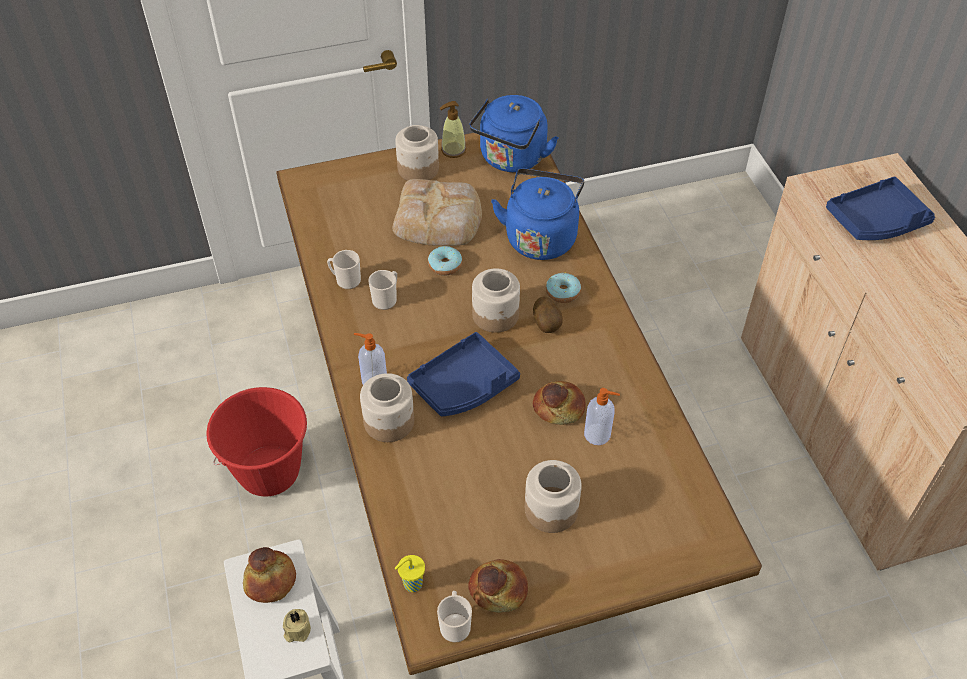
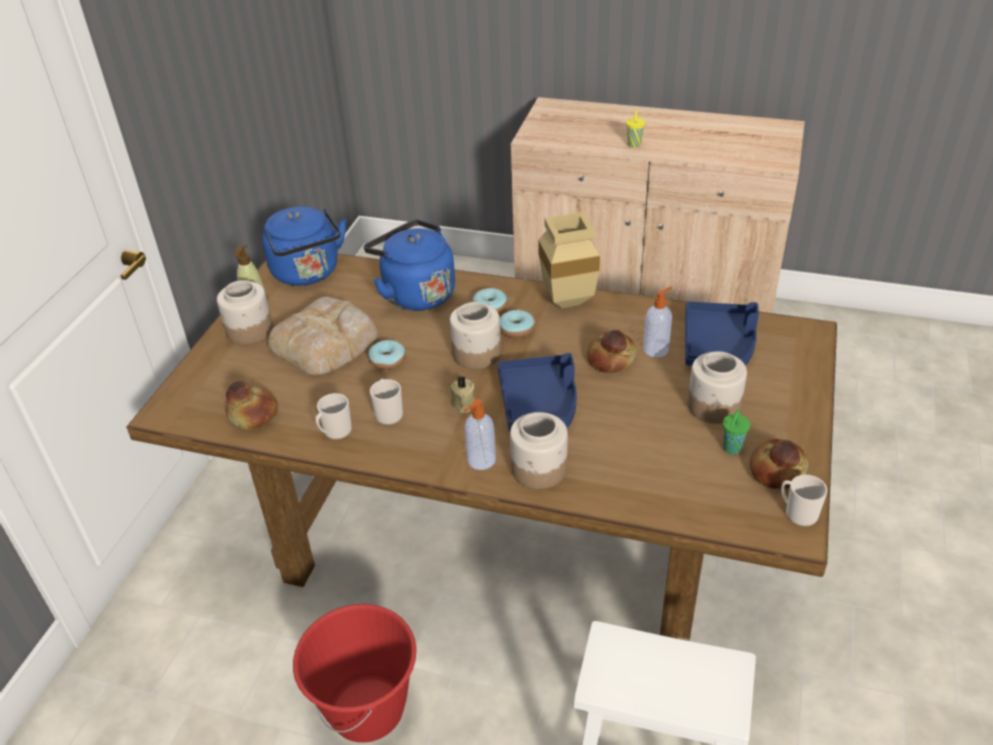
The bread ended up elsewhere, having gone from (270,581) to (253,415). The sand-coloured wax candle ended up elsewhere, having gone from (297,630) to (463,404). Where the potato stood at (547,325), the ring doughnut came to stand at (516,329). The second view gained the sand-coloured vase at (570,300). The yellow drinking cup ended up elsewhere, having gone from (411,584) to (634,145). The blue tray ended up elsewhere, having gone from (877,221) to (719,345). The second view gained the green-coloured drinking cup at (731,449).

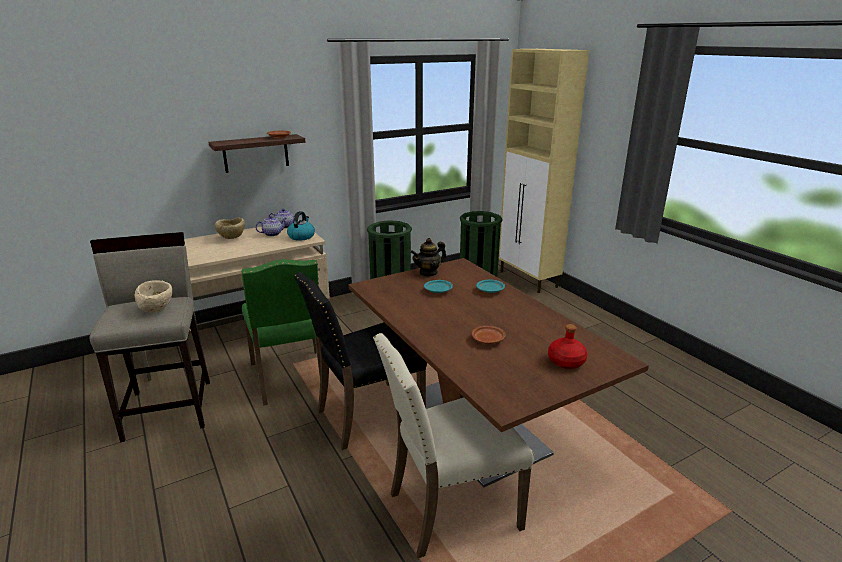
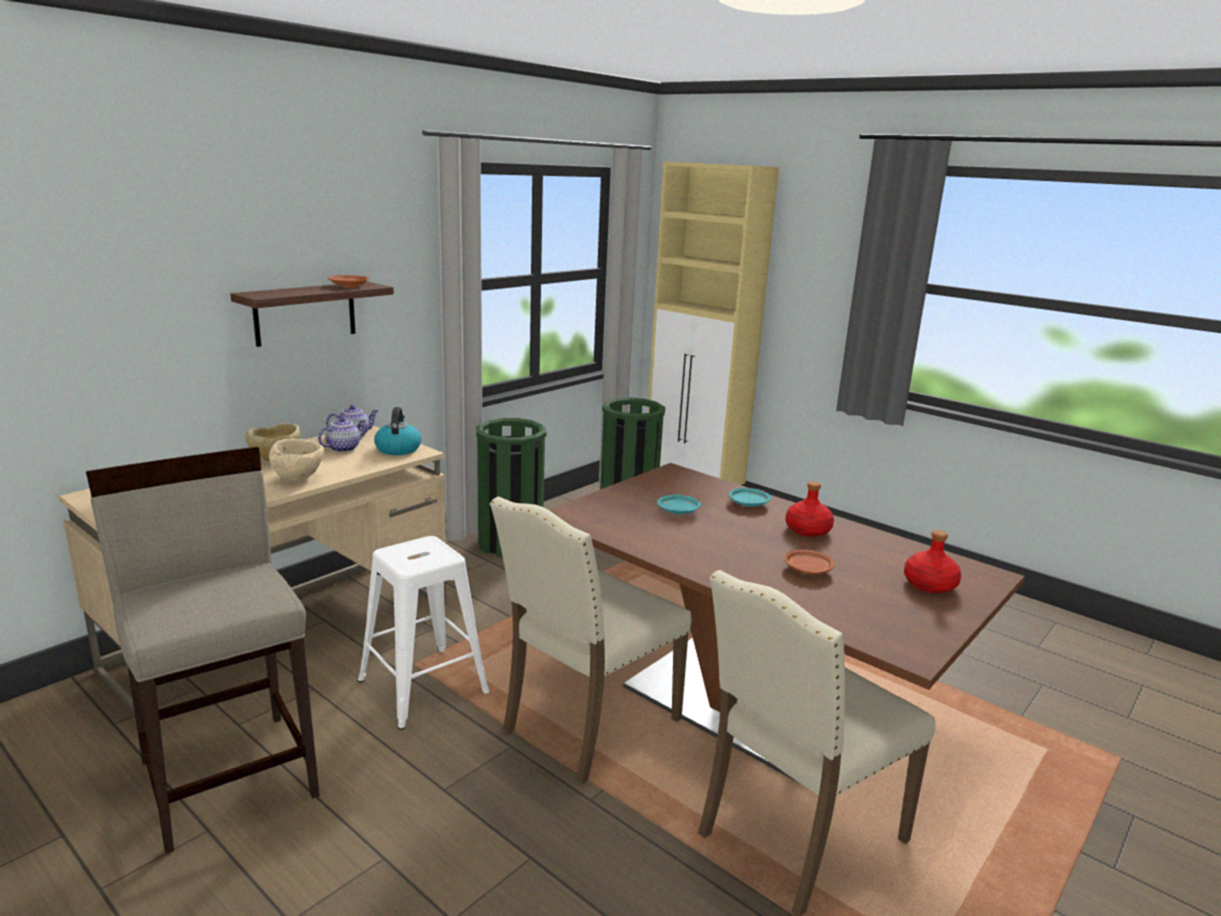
The sand-coloured deep dish ended up elsewhere, having gone from (157,309) to (299,478). Where the green-coloured upright chair stood at (290,378), the white stool seat came to stand at (422,687). What was the blackish upright chair at (366,416) turned into the sand-coloured upright chair at (586,725). The second view gained the reddish beverage bottle at (808,530). The second view lost the tea pot at (428,273).

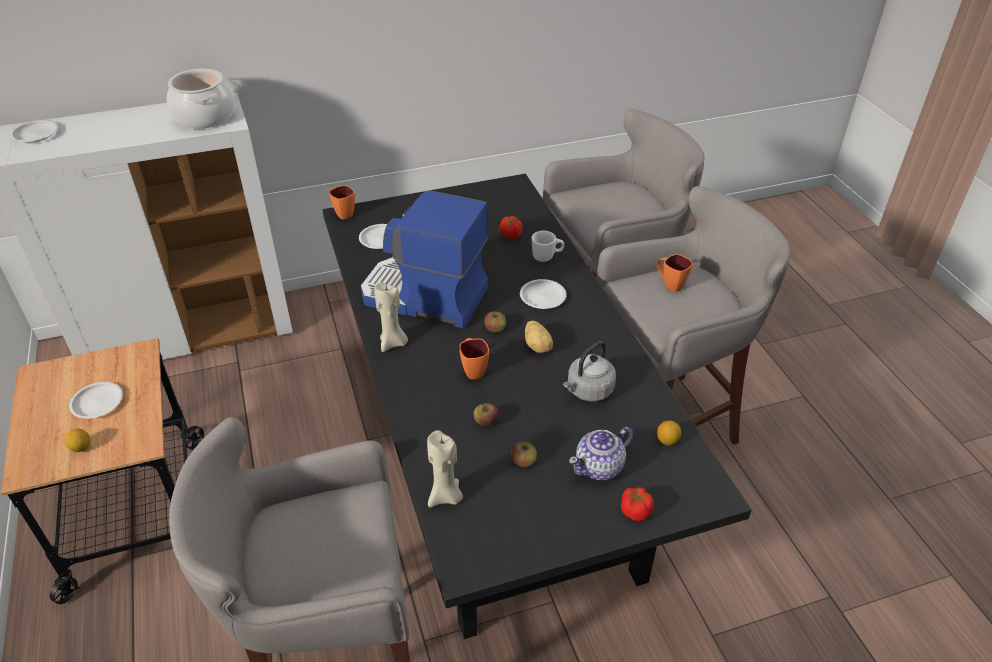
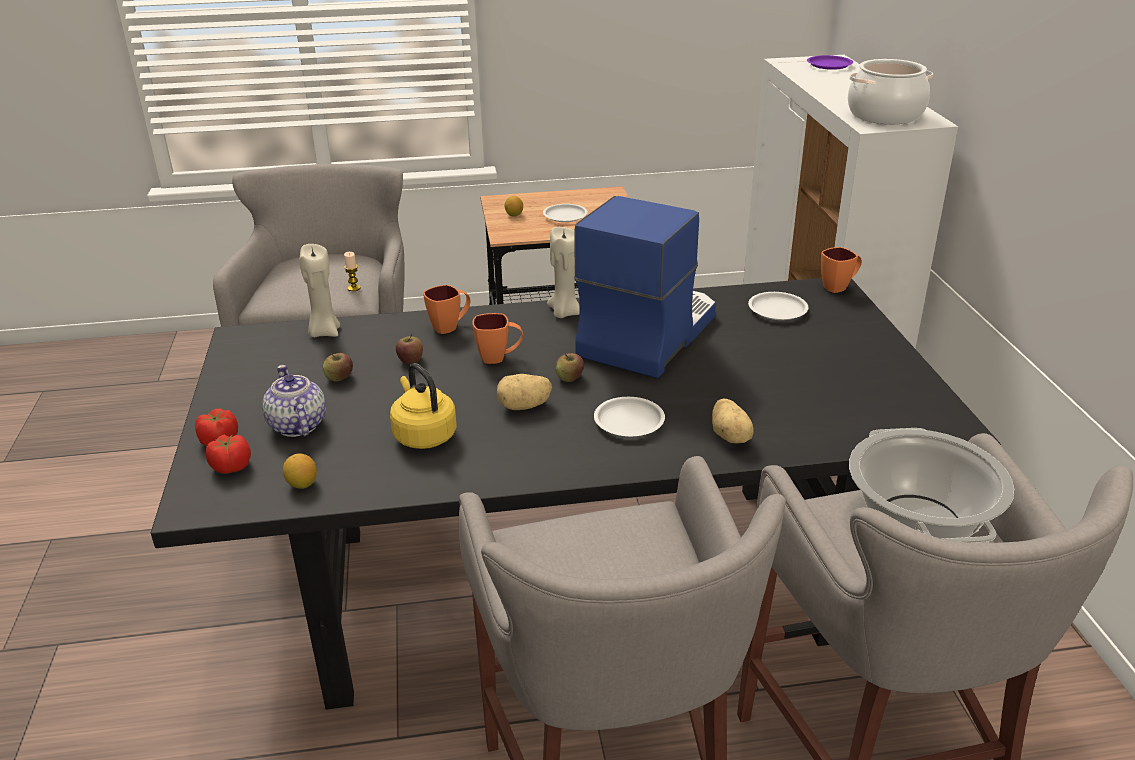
The fresh tomato ended up elsewhere, having gone from (510,235) to (231,467). The second view gained the wax candle at (354,288). What was the grey water kettle at (588,391) turned into the yellow water kettle at (423,435). The orange tea mug ended up elsewhere, having gone from (670,284) to (450,327). Where the white tea mug stood at (547,257), the potato came to stand at (731,436). What was the white plate at (35,134) turned into the purple-coloured plate at (828,65). The second view gained the saucepot at (918,521).

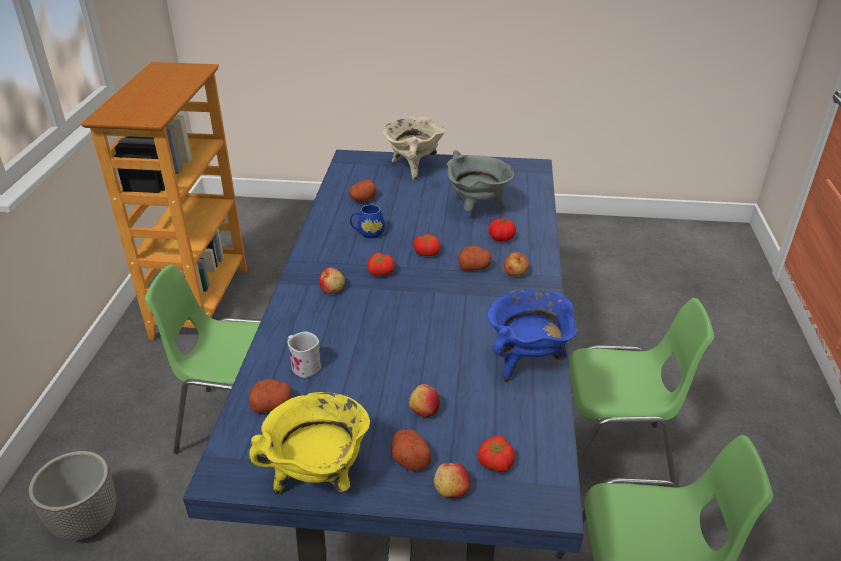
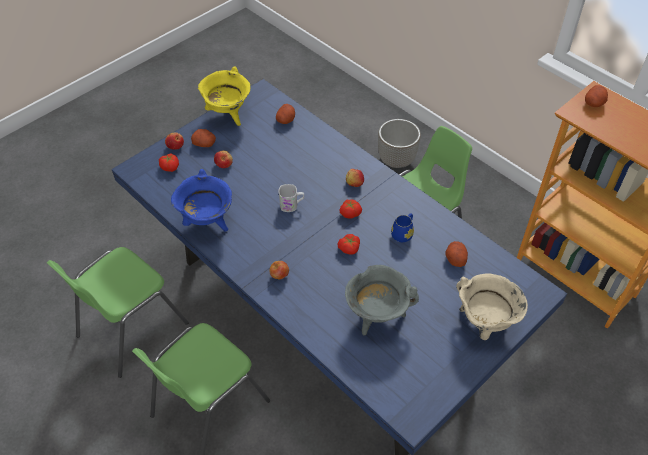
The white tea mug ended up elsewhere, having gone from (303,365) to (292,205). The potato ended up elsewhere, having gone from (474,267) to (594,103). The second view lost the fresh tomato at (501,238).

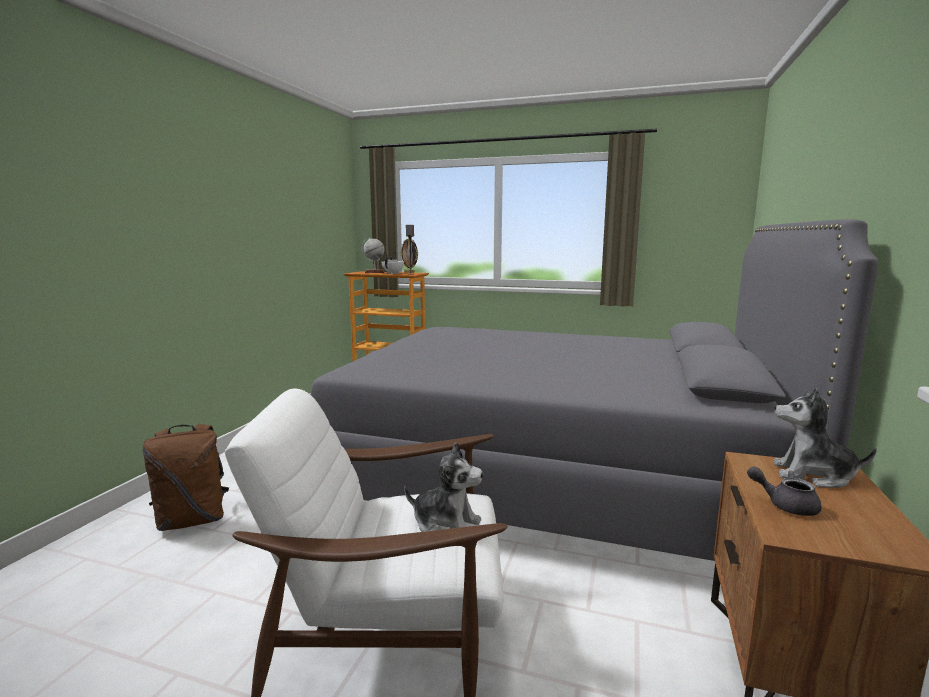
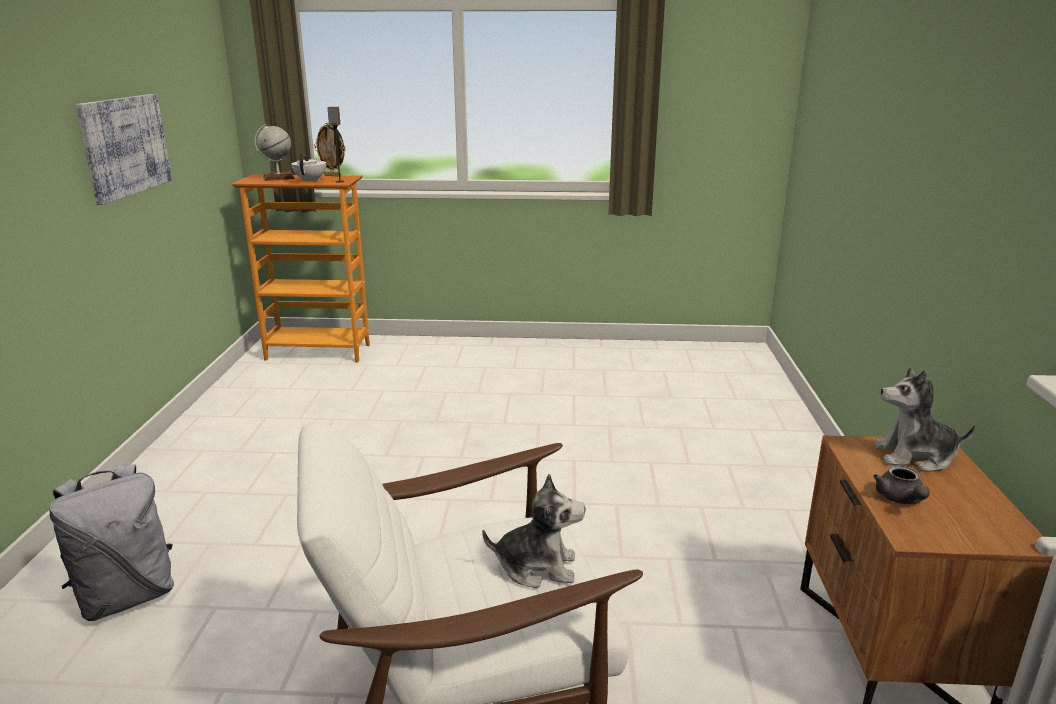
What was the brown-coloured backpack at (192,520) turned into the grey backpack at (127,596). The second view gained the wall art at (125,146). The grey tea pot at (785,505) ended up facing another way, 105 degrees counterclockwise from before. The second view lost the grey sleeping bed at (547,475).

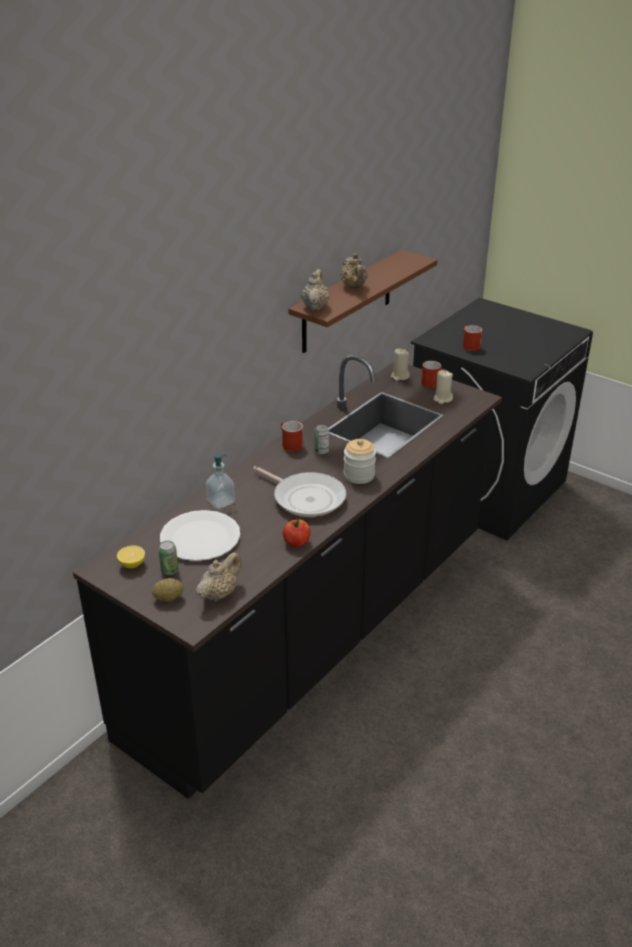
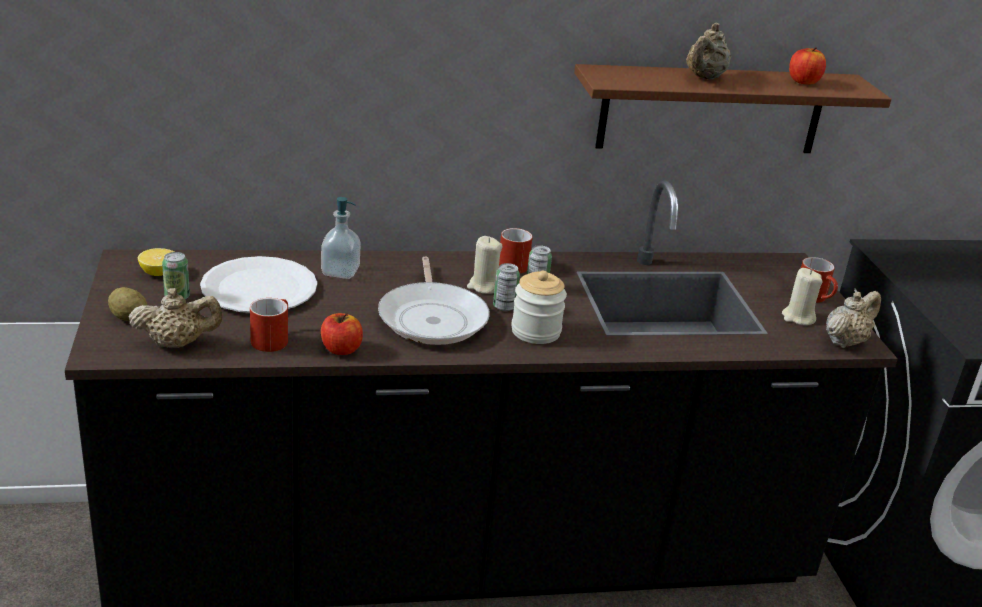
The reddish tea mug ended up elsewhere, having gone from (468,345) to (272,338). The sand-coloured wax candle ended up elsewhere, having gone from (400,376) to (484,286). The second view gained the metal can at (504,306). The second view gained the apple fruit at (803,82). The sand-coloured tea pot ended up elsewhere, having gone from (315,306) to (845,341).

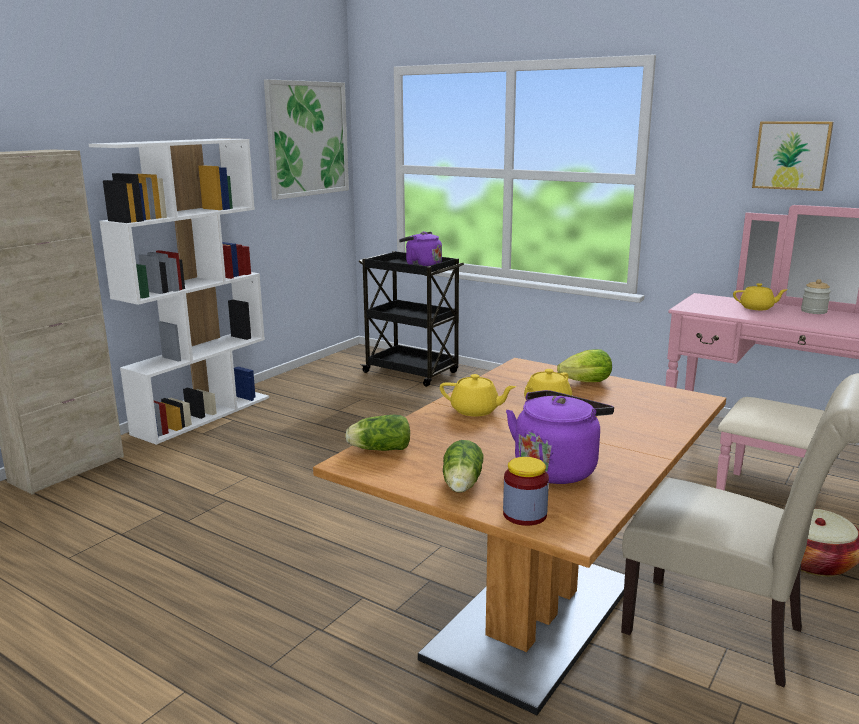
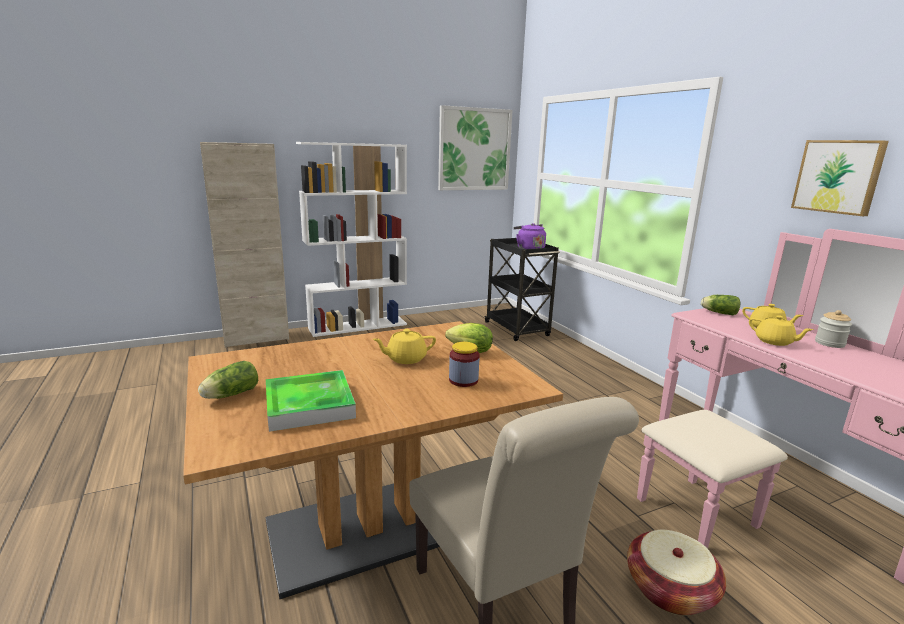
Where the purple-coloured water kettle stood at (557,468), the tray came to stand at (309,405). The jar ended up elsewhere, having gone from (524,515) to (463,380). The lettuce ended up elsewhere, having gone from (378,449) to (718,313). The yellow tea pot ended up elsewhere, having gone from (475,411) to (774,342).

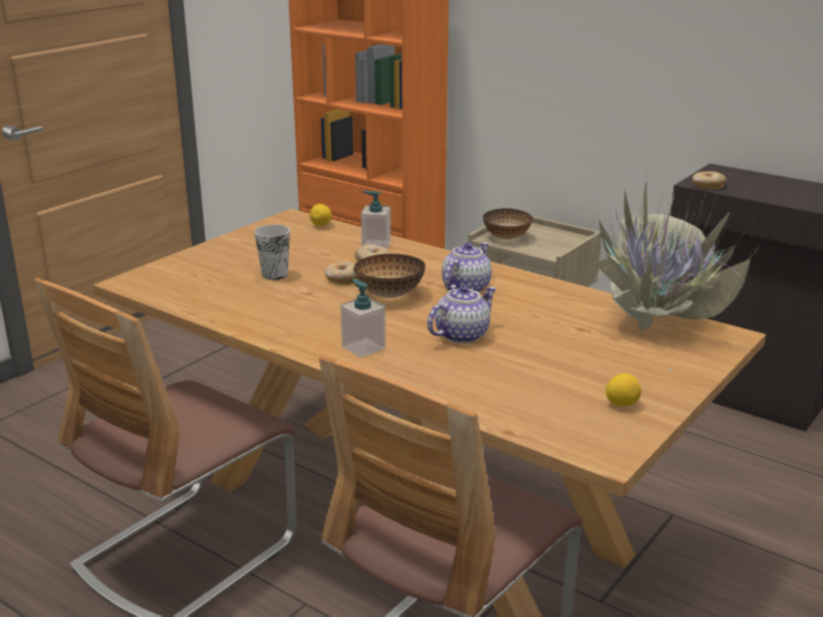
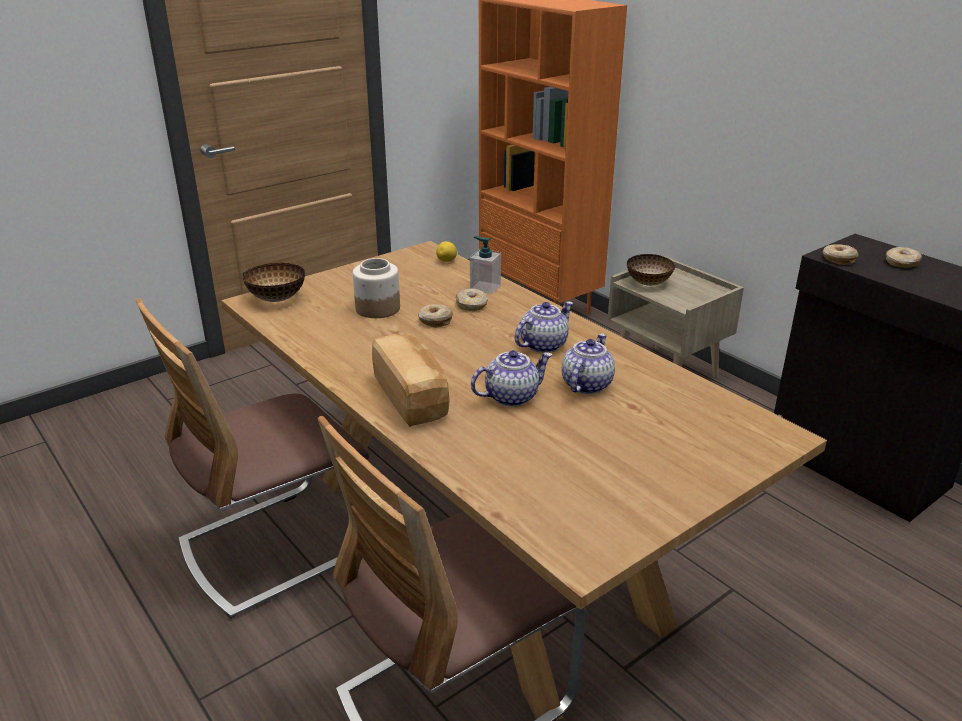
The deep dish ended up elsewhere, having gone from (390,294) to (278,298). Where the drinking cup stood at (274,275), the jar came to stand at (377,309). Where the soap bottle stood at (363,347), the bread came to stand at (412,397). The second view gained the tea pot at (586,384). The second view gained the ring doughnut at (901,263). The second view lost the plant in a pot at (657,330). The second view lost the whole lemon at (622,404).

